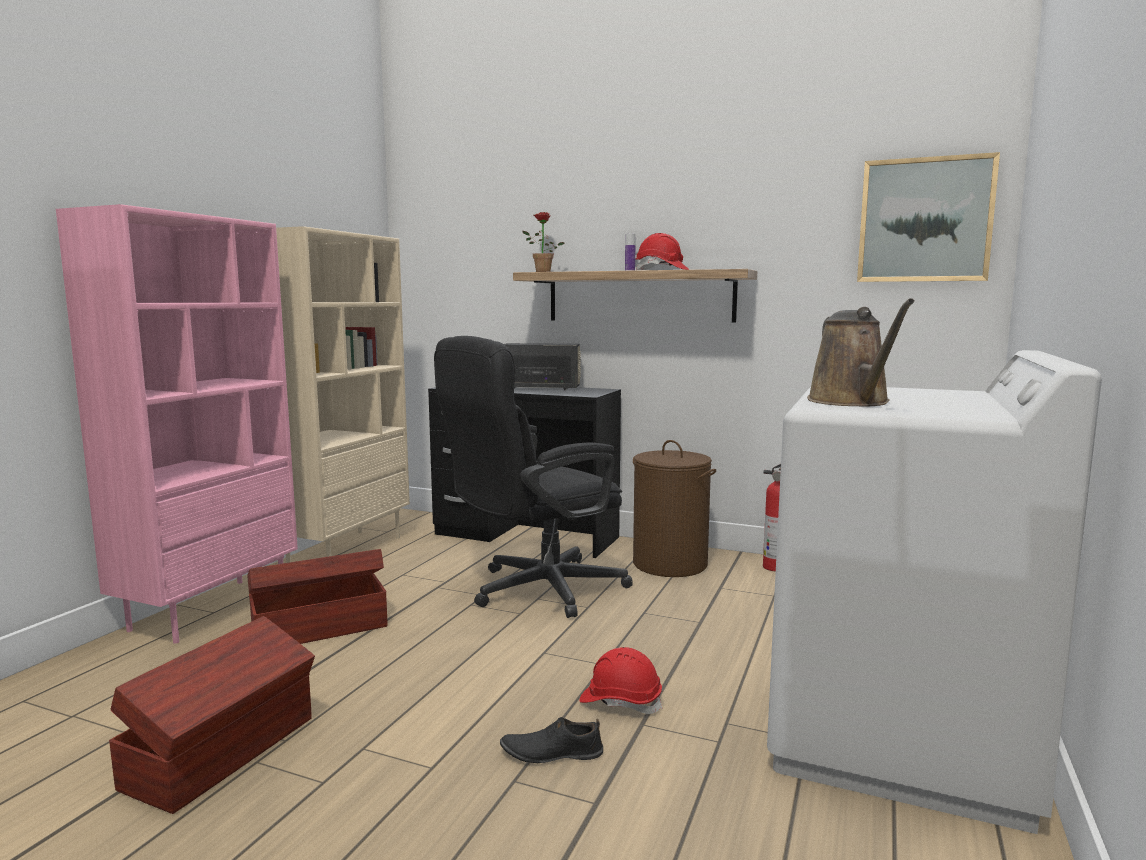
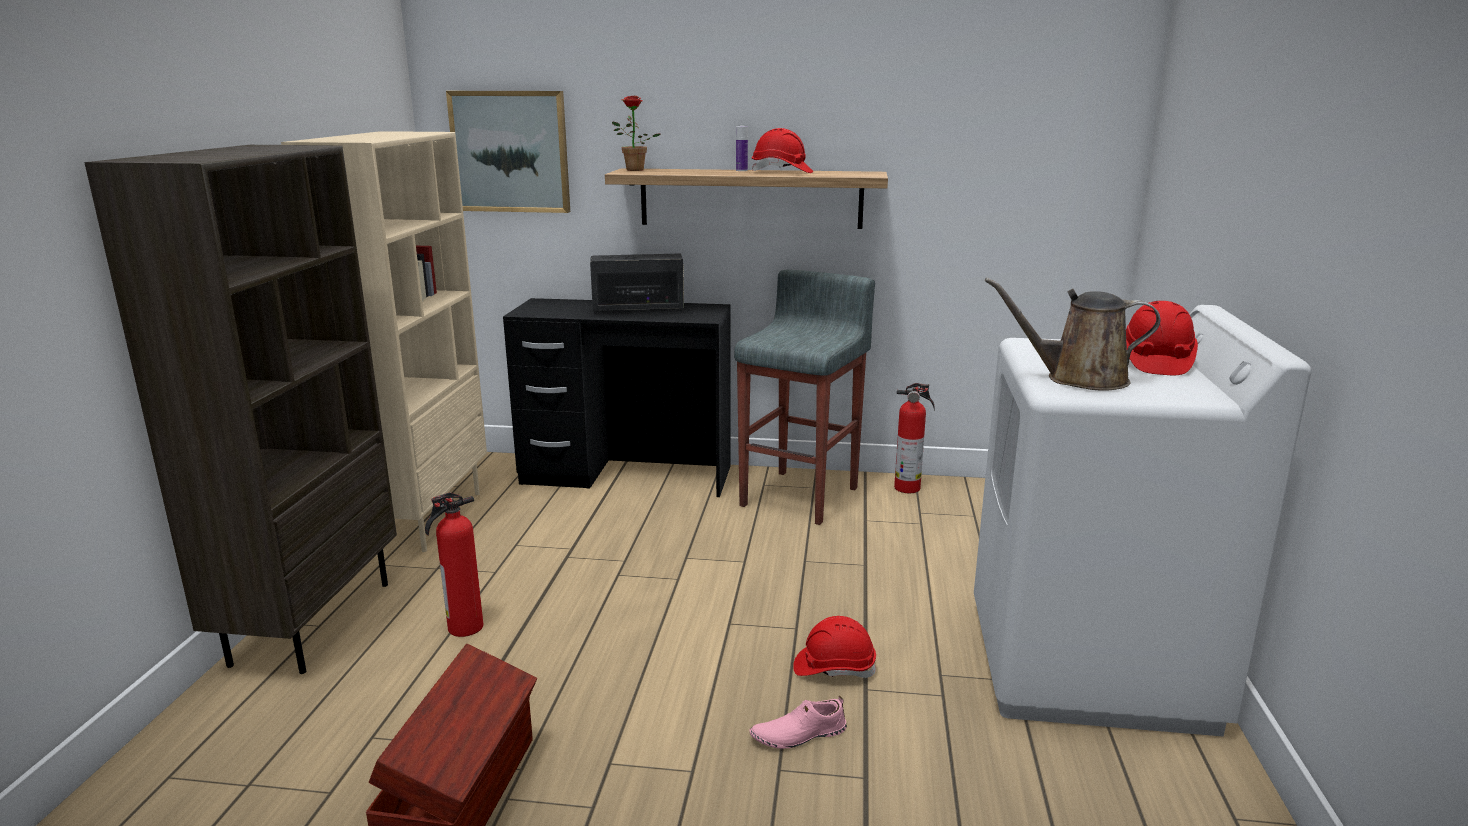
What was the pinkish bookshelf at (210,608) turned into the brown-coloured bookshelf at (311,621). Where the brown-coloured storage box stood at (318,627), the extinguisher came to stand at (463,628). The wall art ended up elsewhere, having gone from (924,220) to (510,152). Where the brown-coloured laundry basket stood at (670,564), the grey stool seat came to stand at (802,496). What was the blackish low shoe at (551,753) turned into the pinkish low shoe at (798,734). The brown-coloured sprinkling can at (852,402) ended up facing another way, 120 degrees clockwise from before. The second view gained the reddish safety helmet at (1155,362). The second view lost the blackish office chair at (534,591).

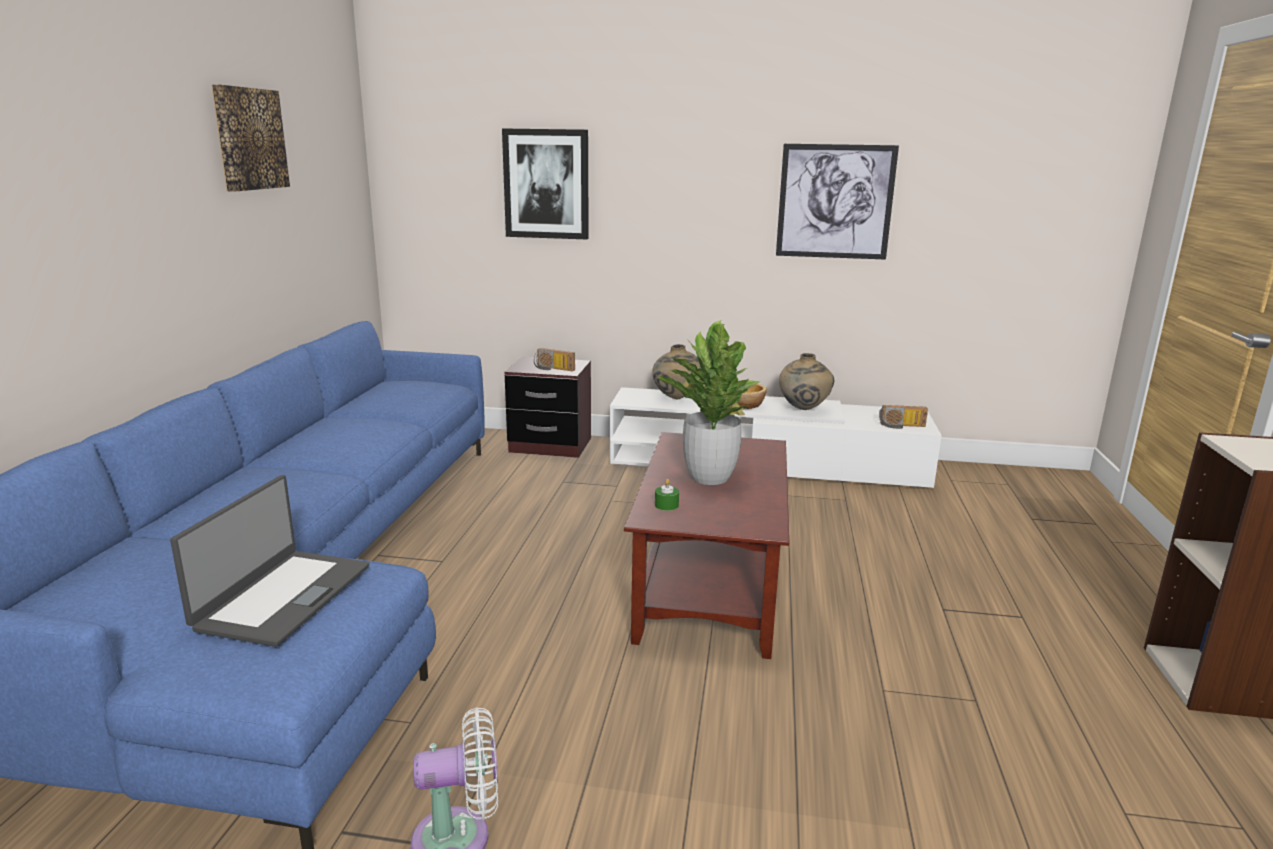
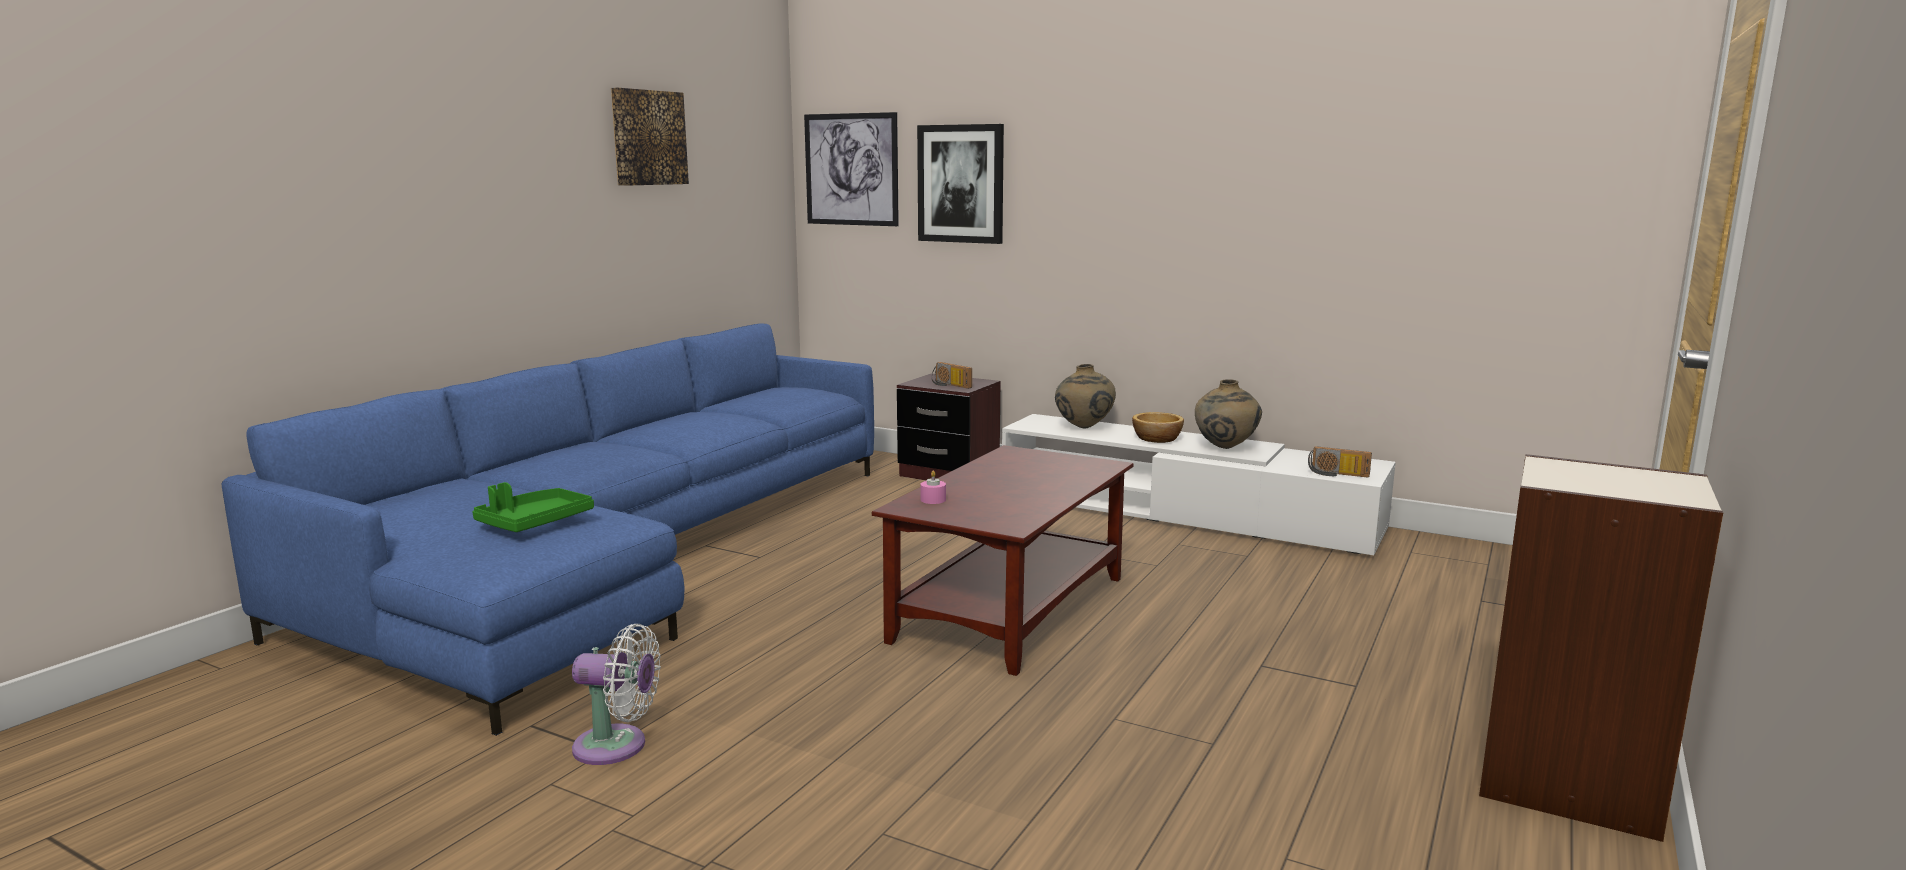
Where the notebook computer stood at (283,596), the green-coloured tray came to stand at (534,523). The wall art ended up elsewhere, having gone from (835,202) to (851,169). What was the green-coloured wax candle at (666,505) turned into the pinkish wax candle at (933,500). The second view lost the plant in a pot at (709,477).

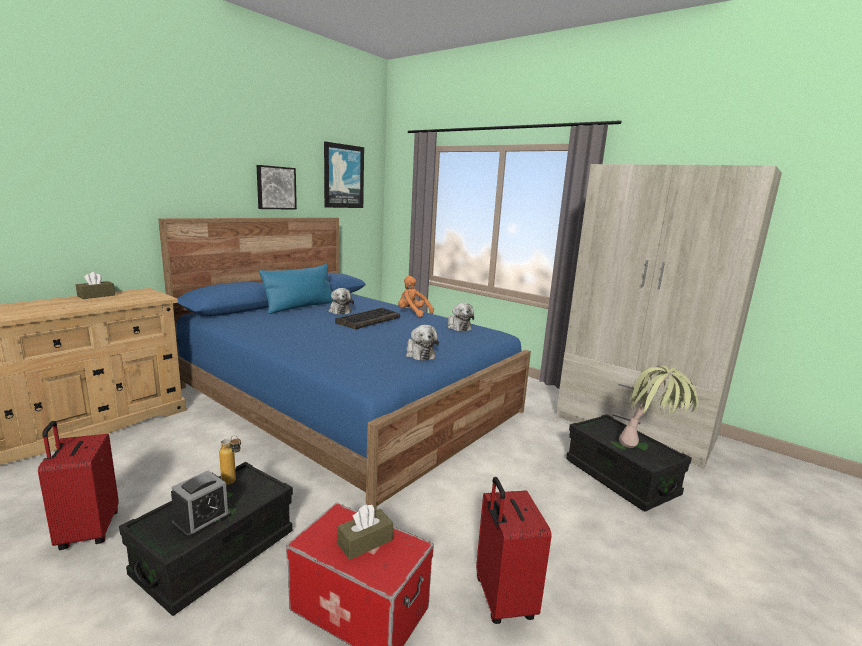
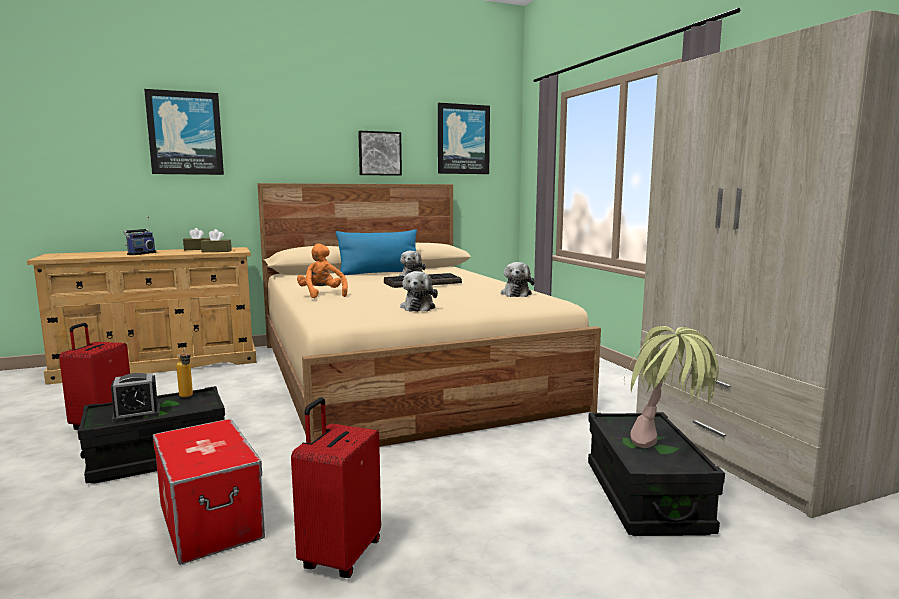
The second view gained the radio receiver at (140,253). The second view gained the wall art at (185,133). The brown-coloured tissue box ended up elsewhere, having gone from (365,542) to (216,251). What was the blue sleeping bed at (347,399) turned into the sand-coloured sleeping bed at (403,373). The orange cuddly toy ended up elsewhere, having gone from (412,313) to (322,295).

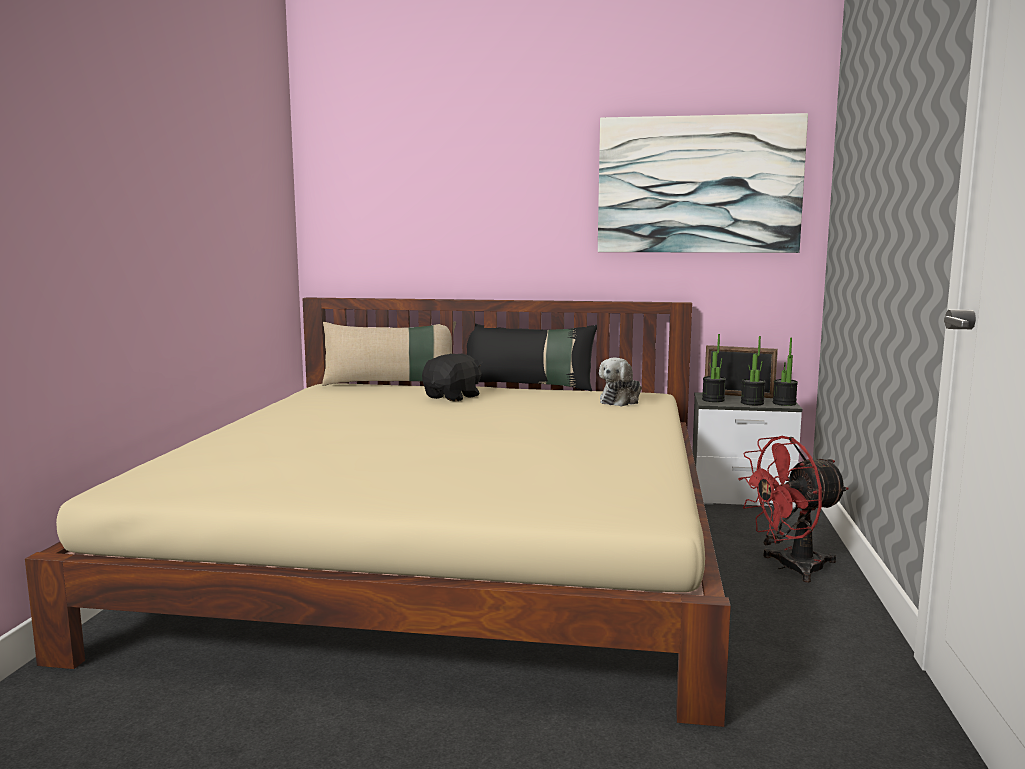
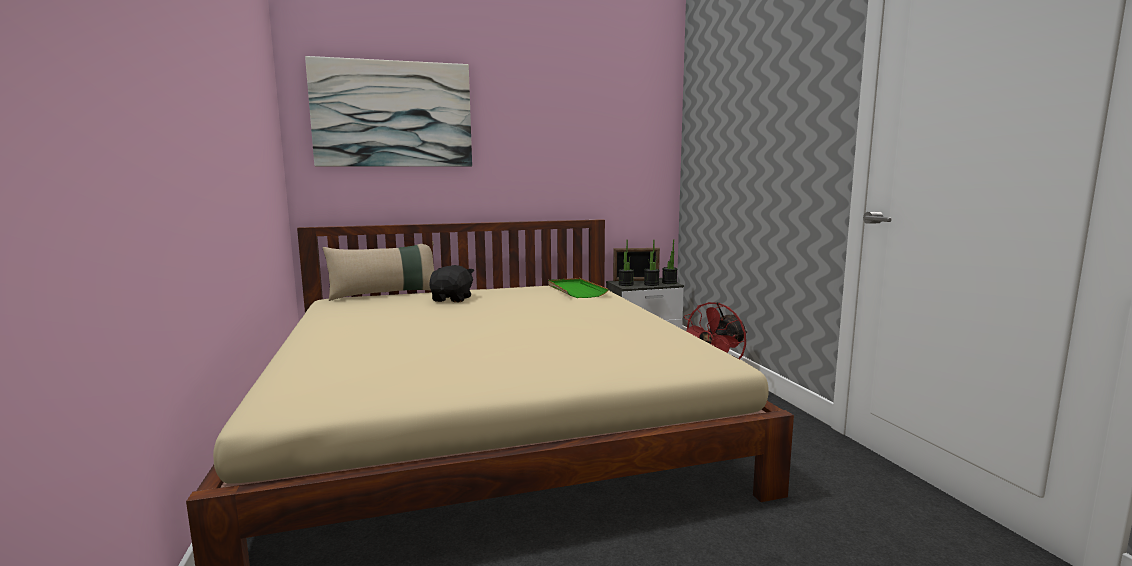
The wall art ended up elsewhere, having gone from (698,185) to (393,114). Where the cuddly toy stood at (621,401), the green-coloured tray came to stand at (575,290). The second view lost the blackish pillow at (528,386).

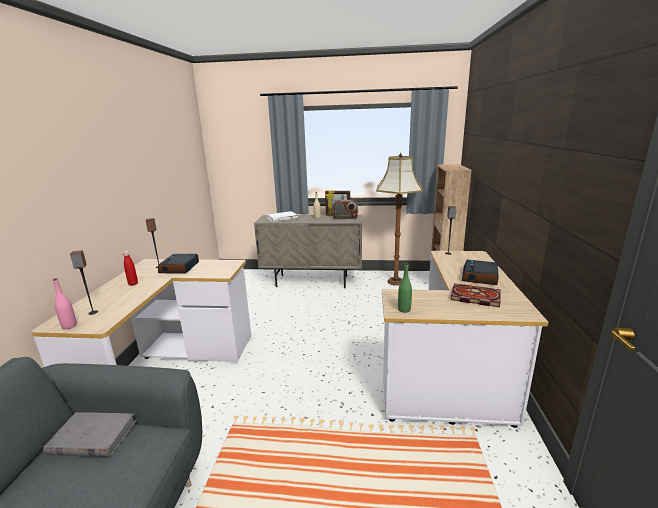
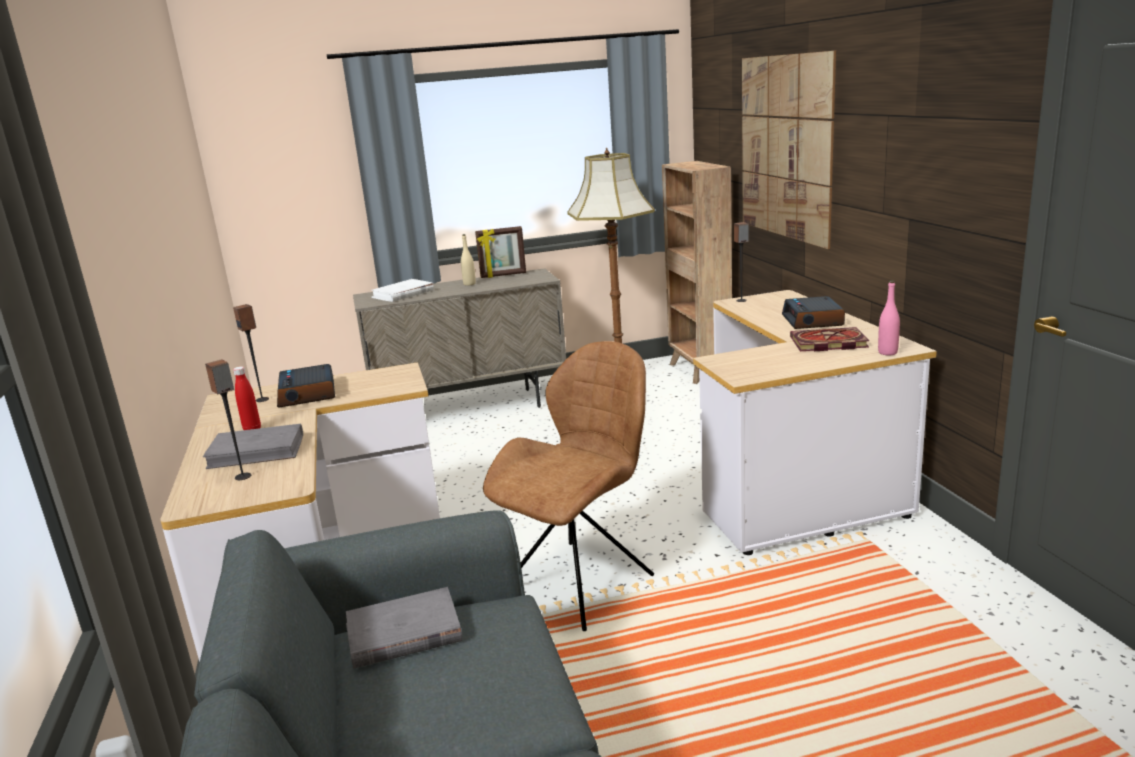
The second view gained the grey book at (257,451). The second view gained the brown-coloured upright chair at (581,581). The second view gained the wall art at (785,147). The pinkish beverage bottle ended up elsewhere, having gone from (69,326) to (887,352). The second view lost the radio receiver at (345,218). The second view lost the green-coloured beverage bottle at (404,310).

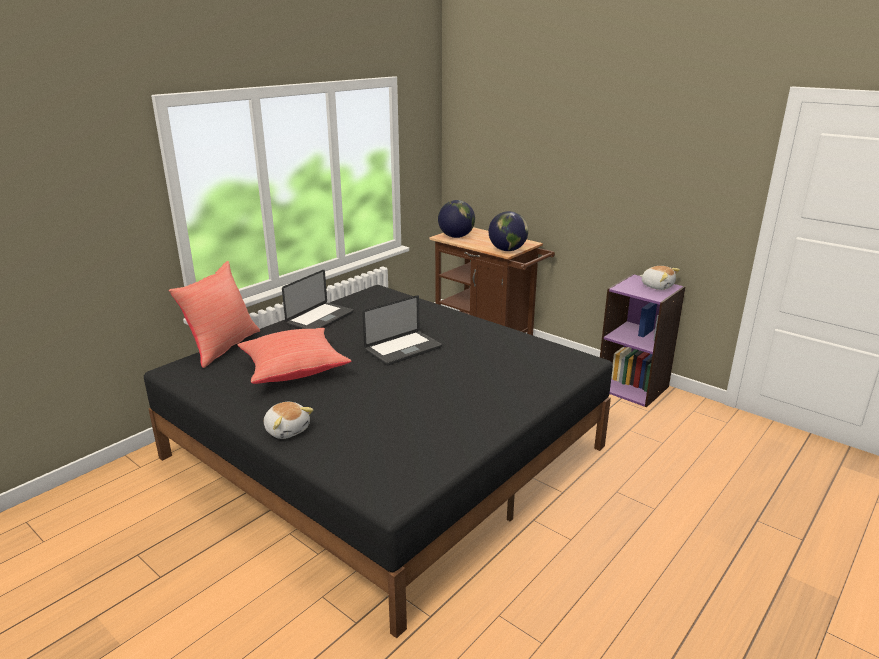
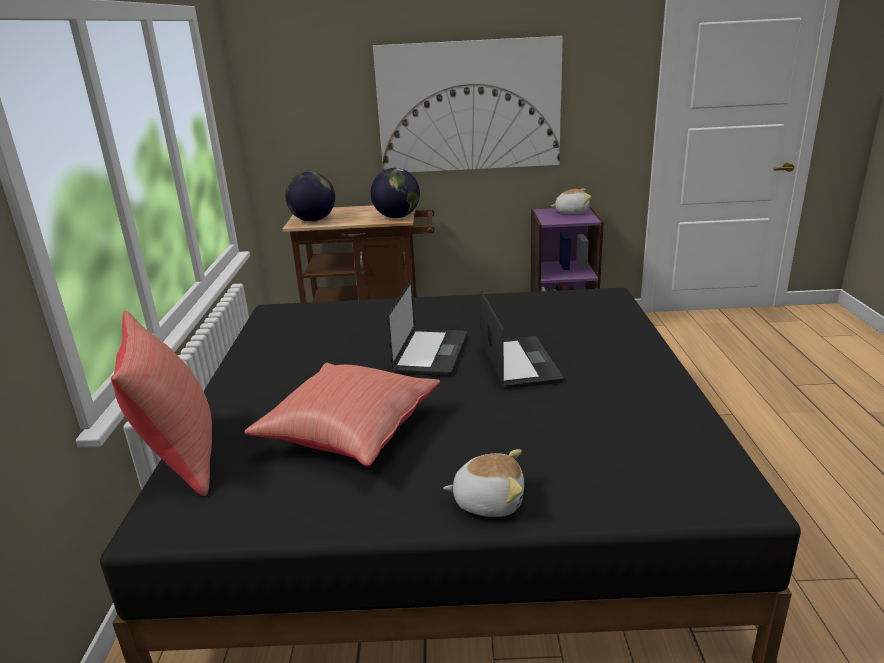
The second view gained the wall art at (469,106). The notebook computer ended up elsewhere, having gone from (320,318) to (519,363).

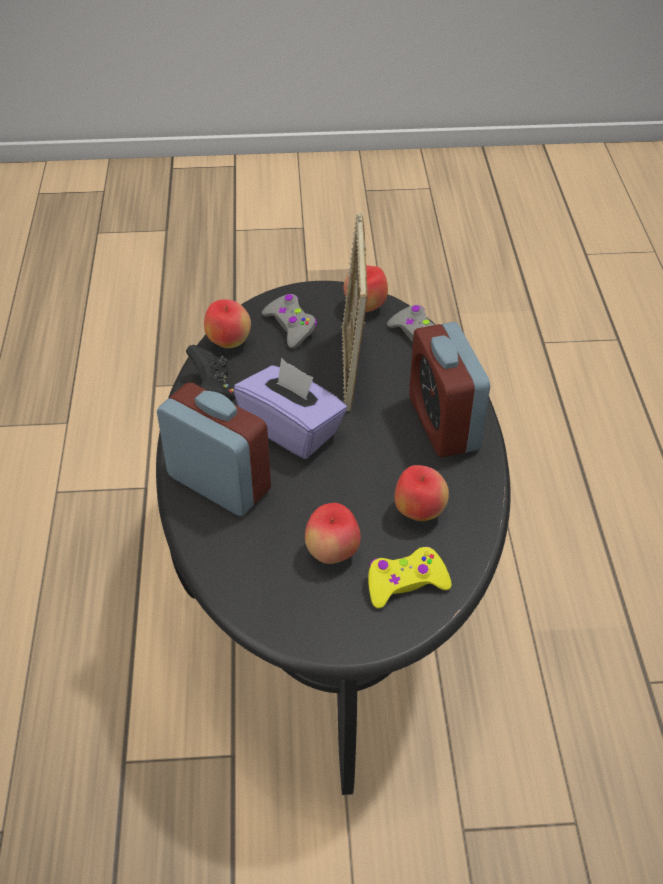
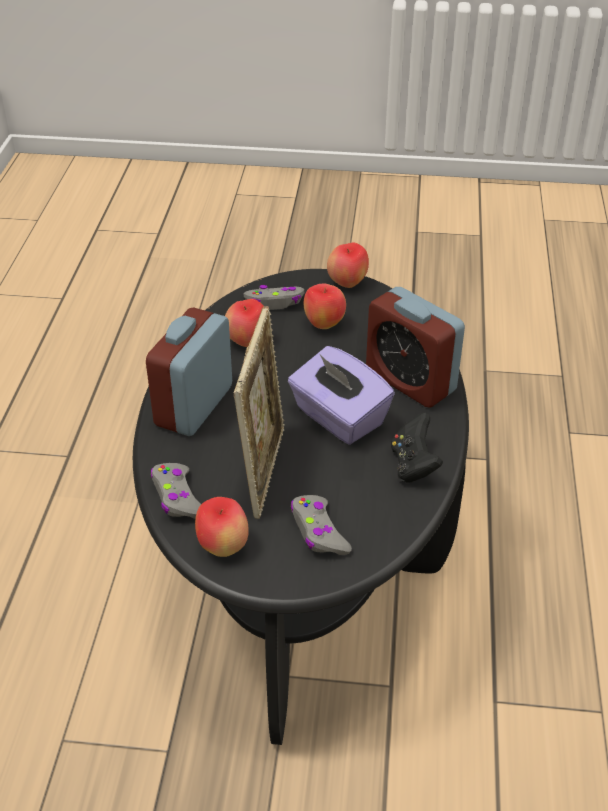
The bedside clock at (443,423) ended up facing another way, 150 degrees counterclockwise from before. What was the yellow joypad at (405,583) turned into the grey joypad at (275,302). The apple fruit ended up elsewhere, having gone from (229,343) to (347,284).

